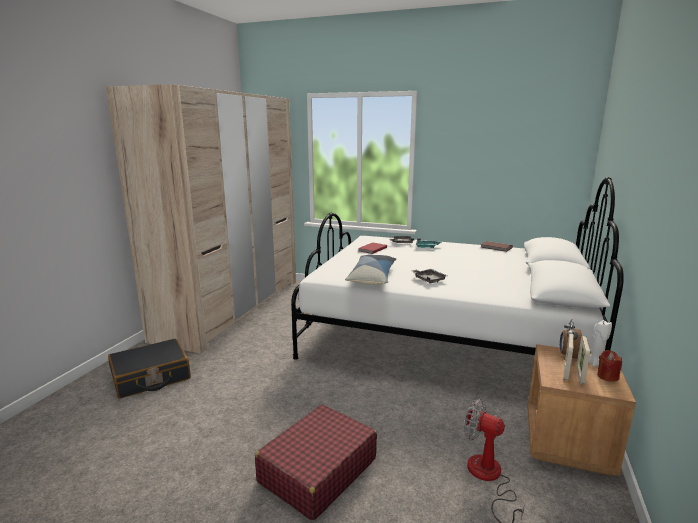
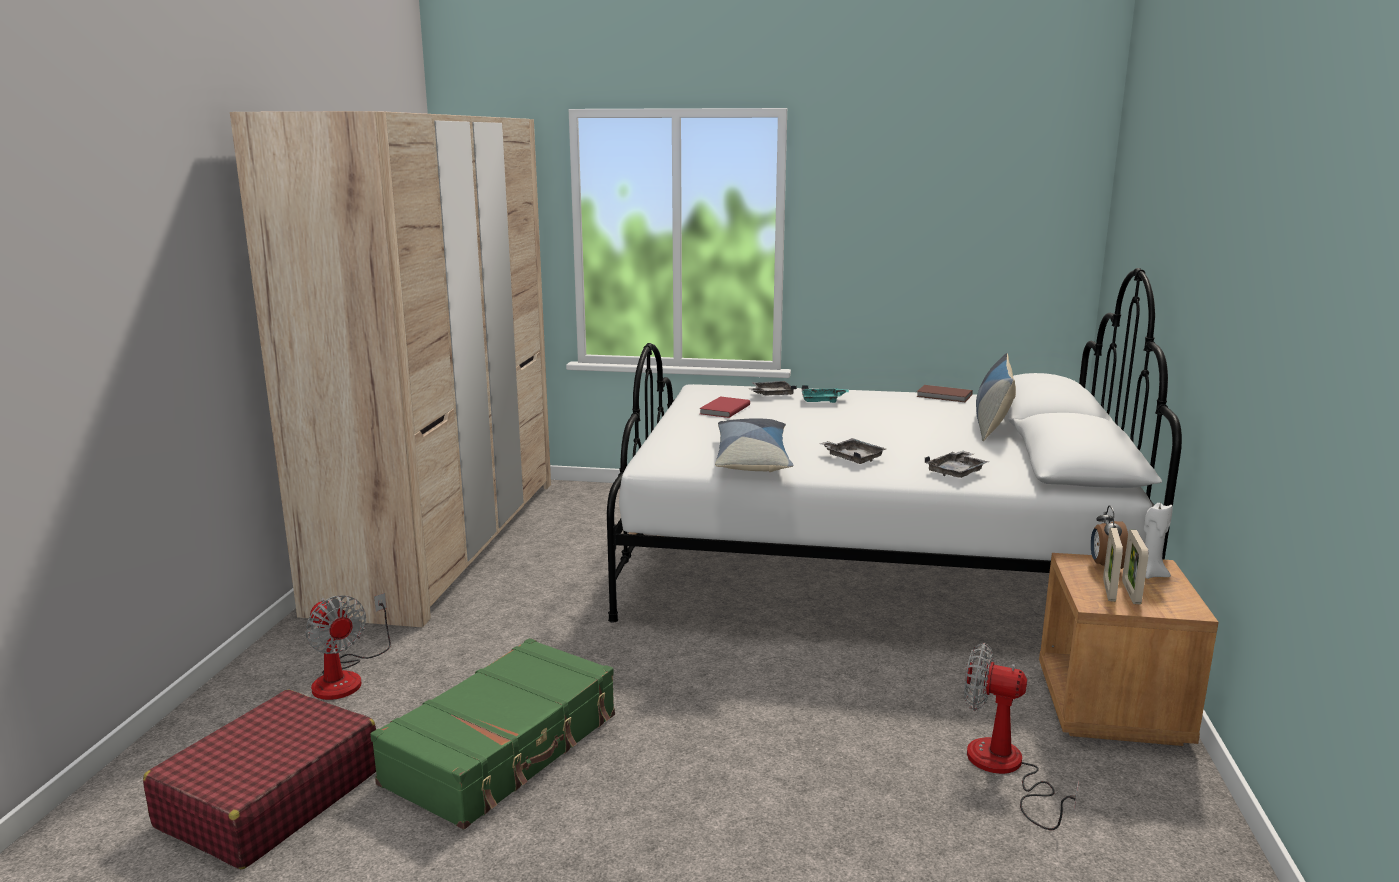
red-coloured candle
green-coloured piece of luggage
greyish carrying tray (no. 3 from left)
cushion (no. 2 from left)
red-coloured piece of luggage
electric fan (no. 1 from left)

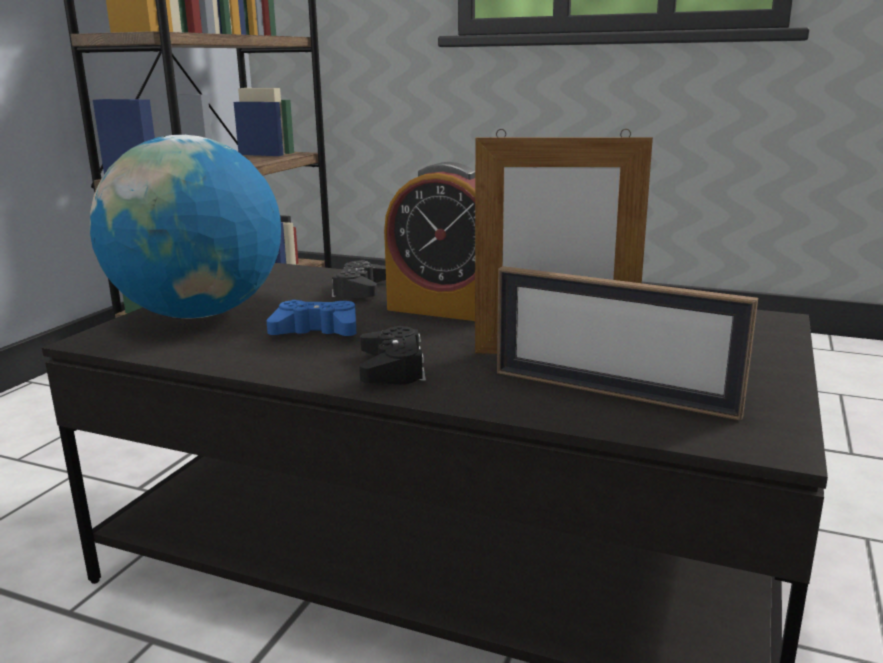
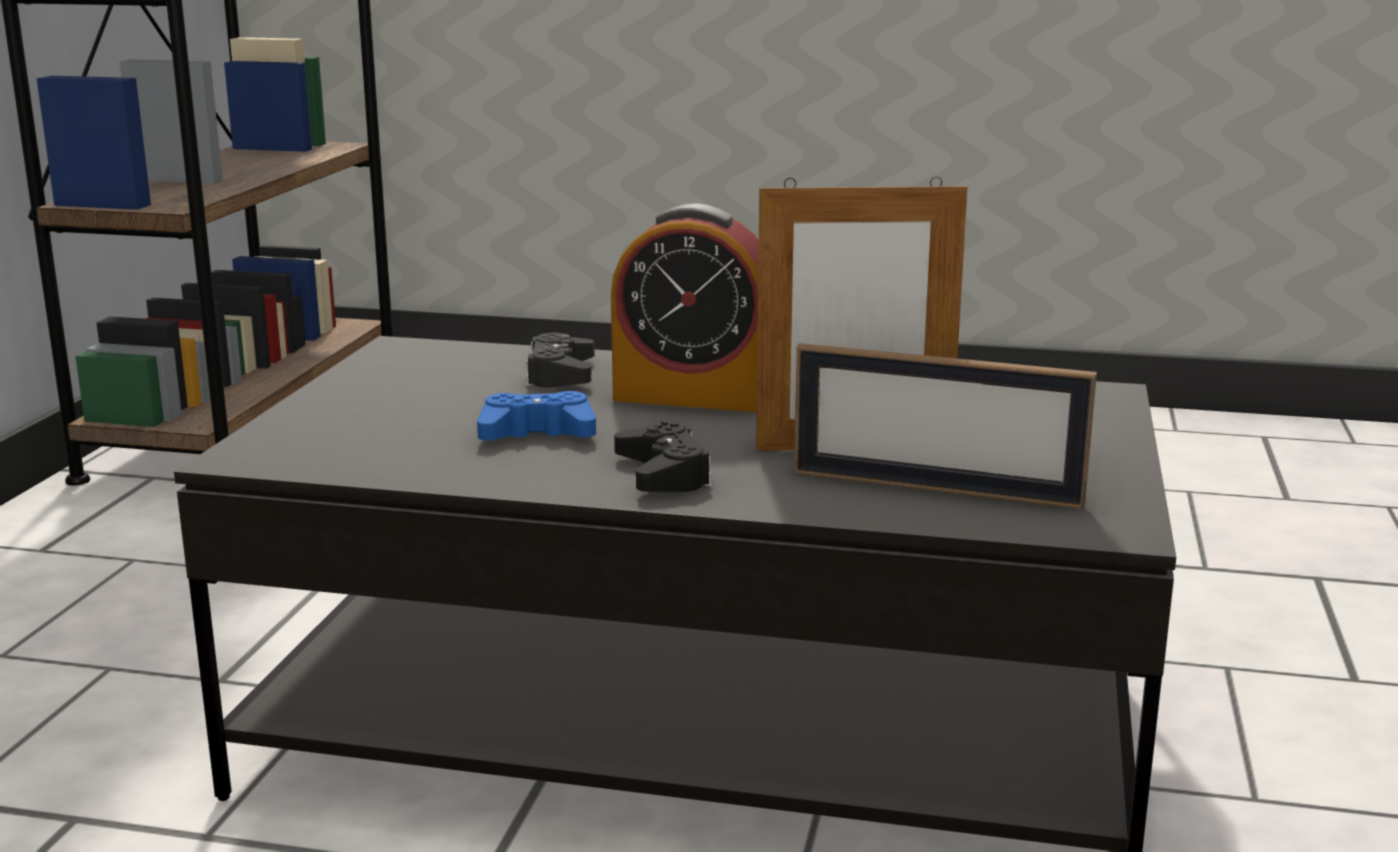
desk globe

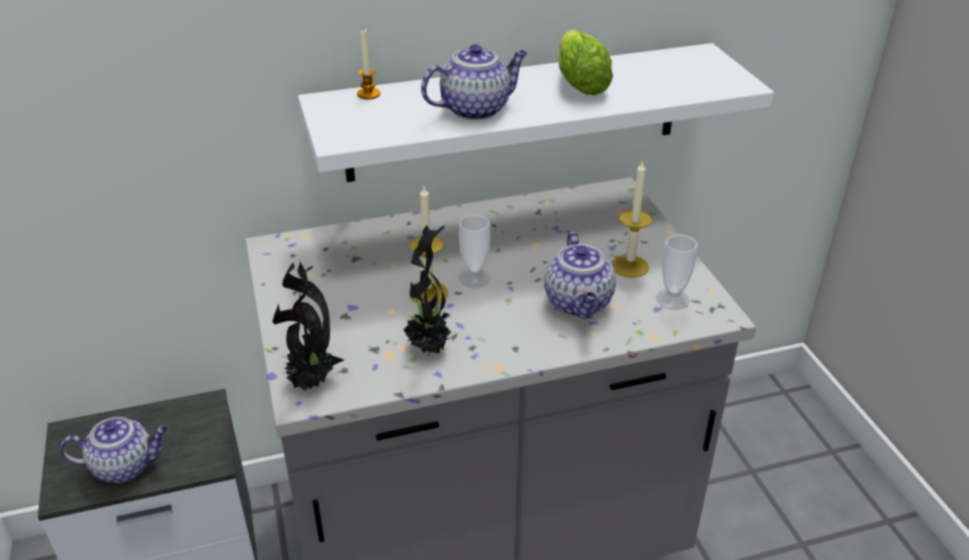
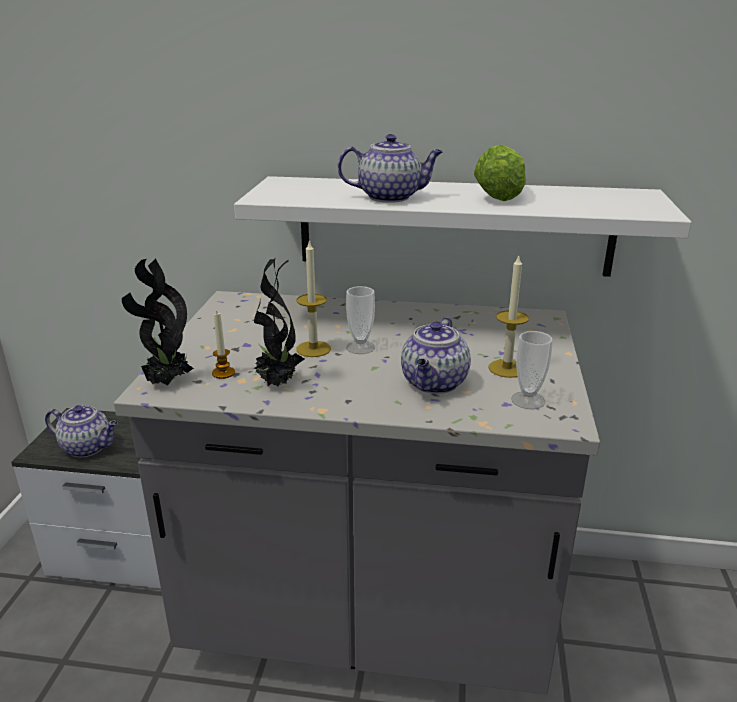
candle (no. 1 from left)

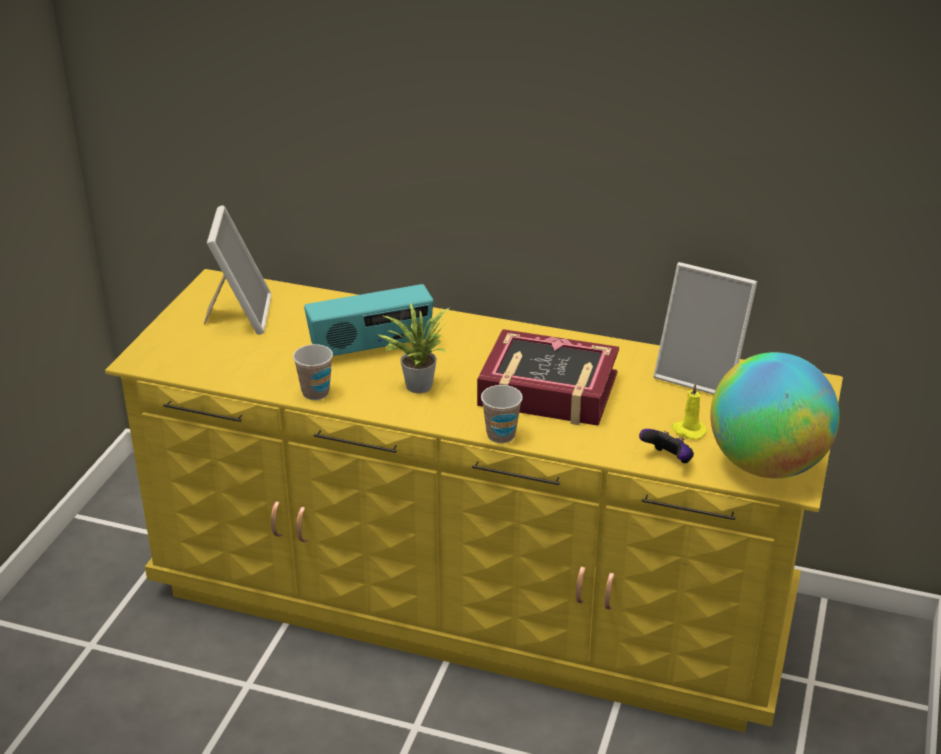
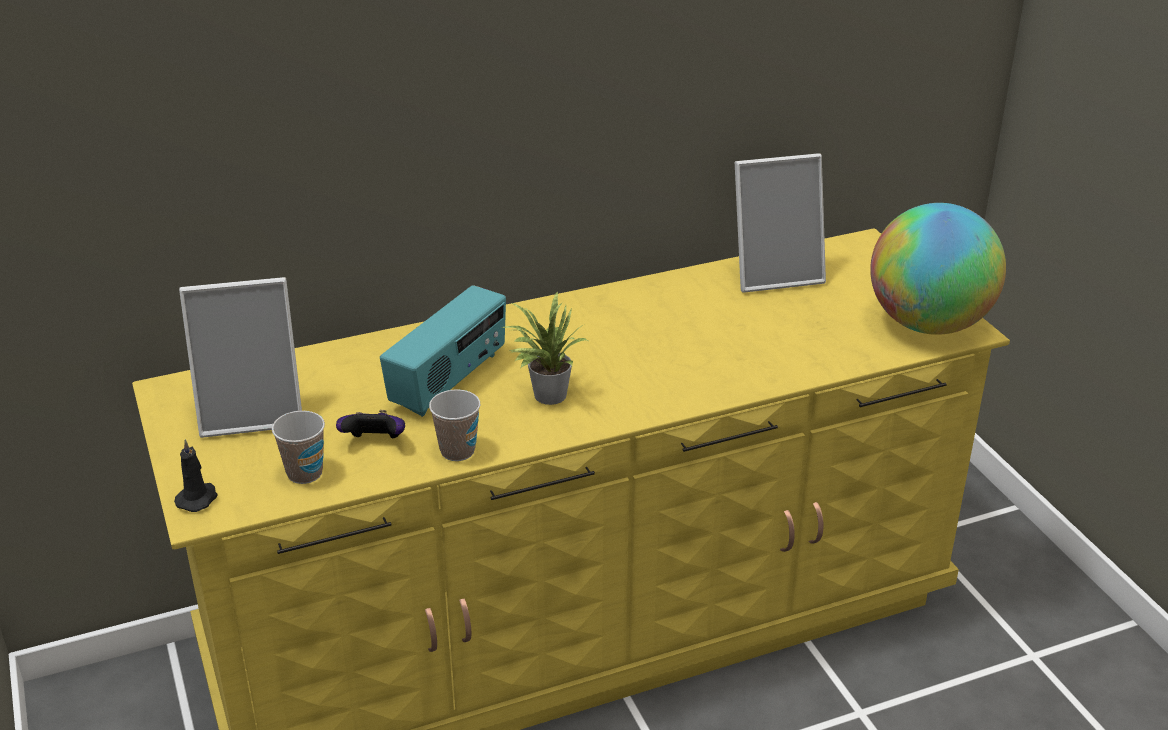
bound book
yellowish candle
blackish candle
small cup (no. 1 from left)
game controller
photo frame (no. 1 from left)

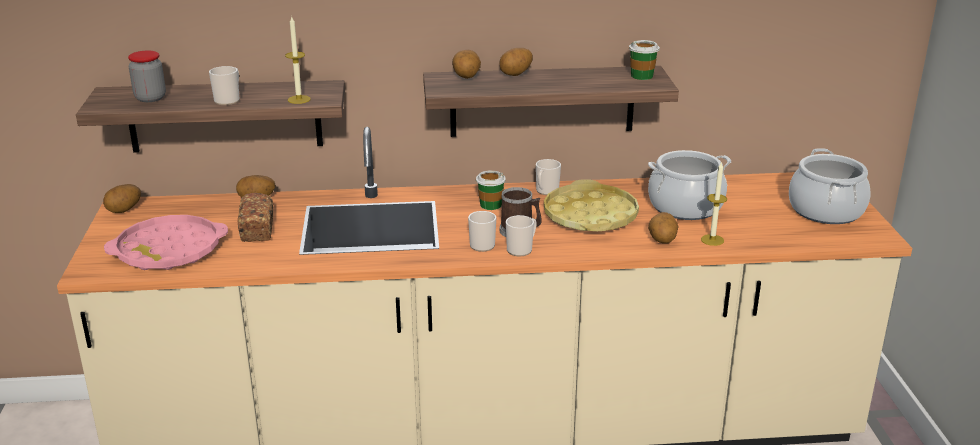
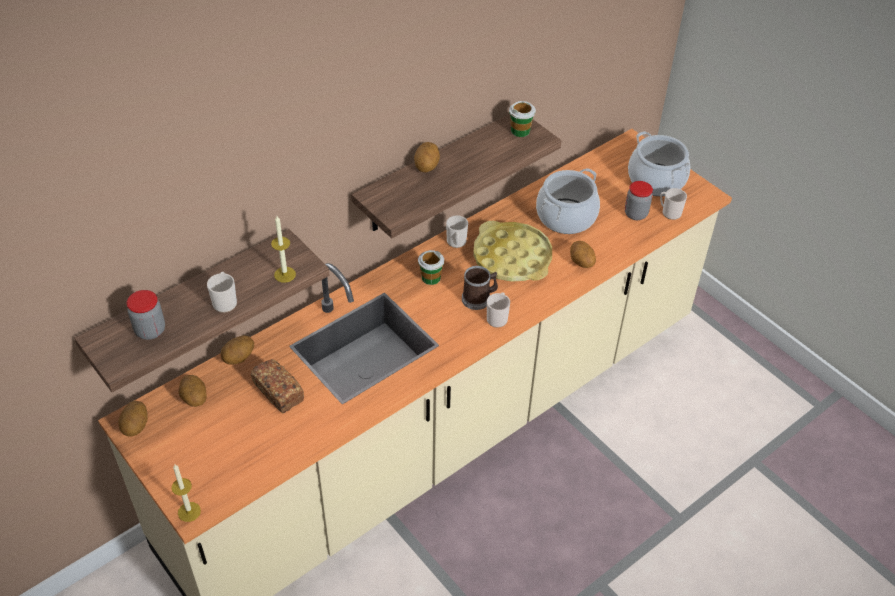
pink-coloured carrying tray
storage jar (no. 2 from left)
whole potato (no. 2 from left)
mug (no. 5 from left)
candle (no. 1 from left)

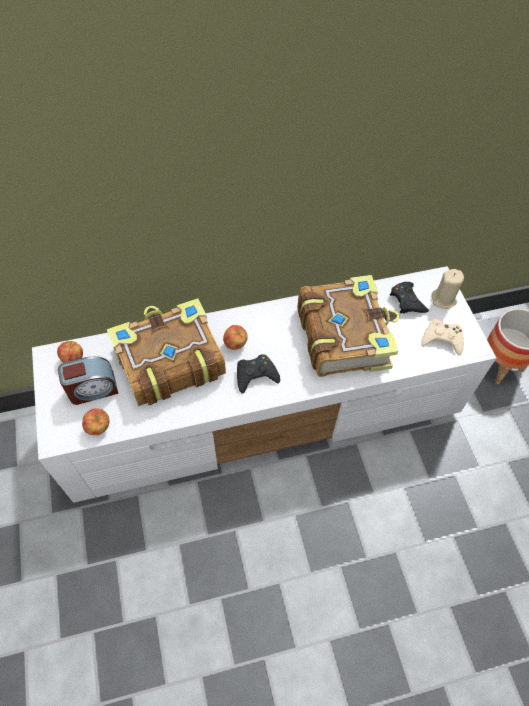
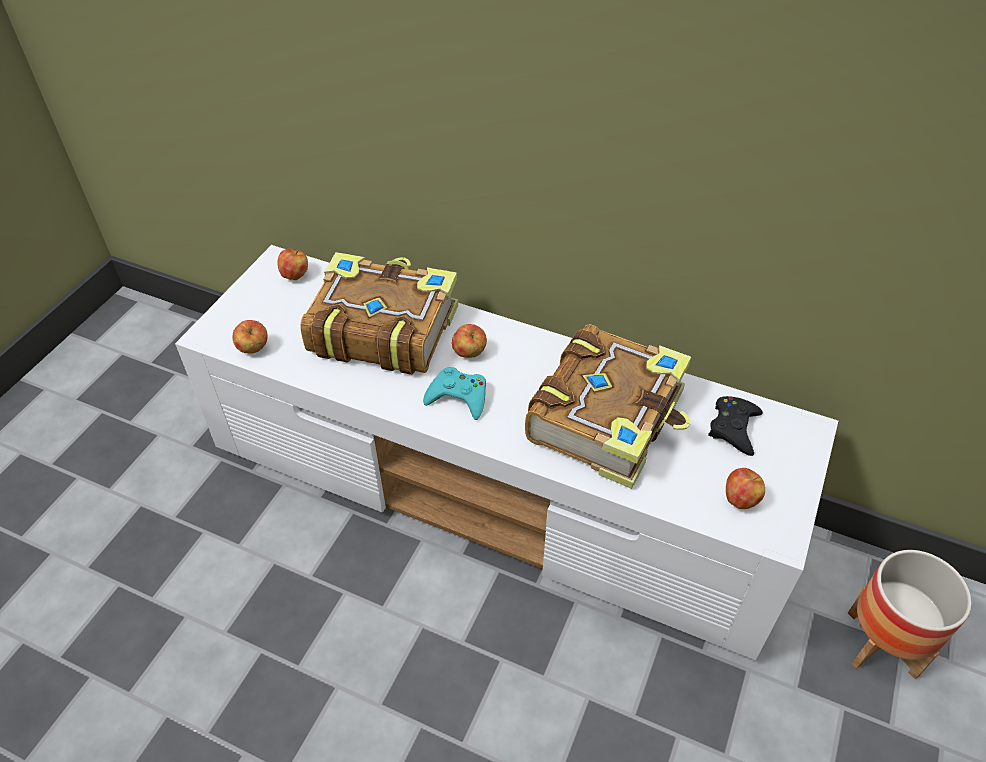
table clock
sand-coloured candle
apple fruit (no. 4 from left)
turquoise game controller

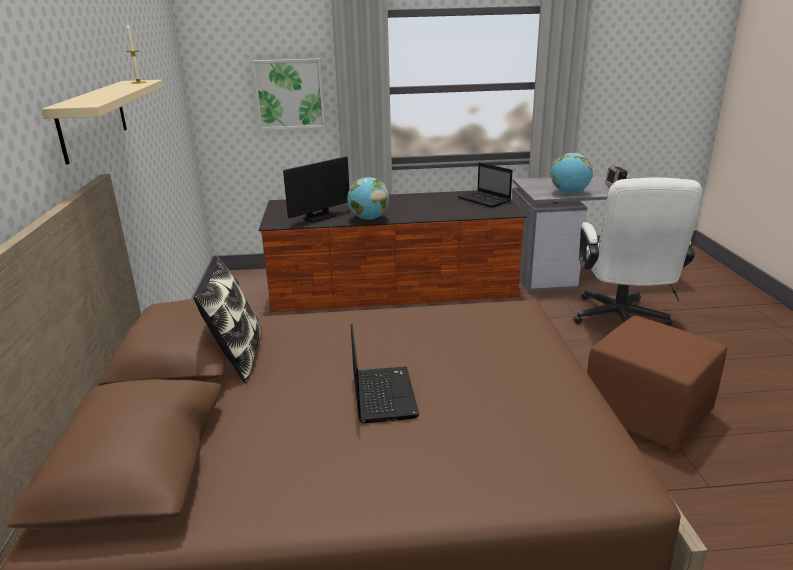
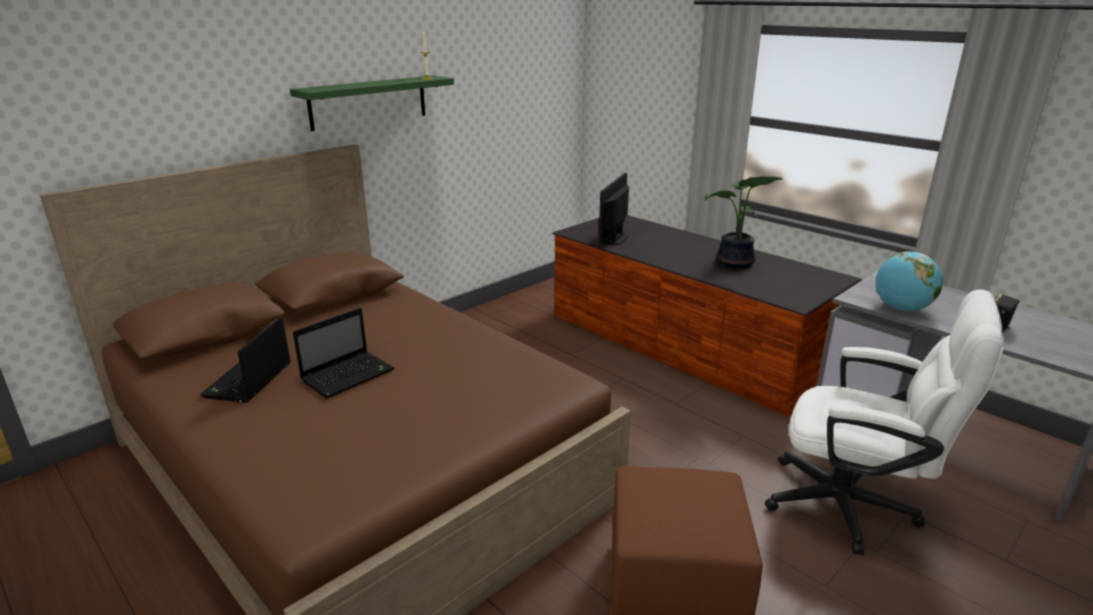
cushion
picture
desk globe (no. 1 from left in the first image)
plant in a pot
notebook computer (no. 1 from left)
green-coloured shelf
monitor
white-coloured office chair

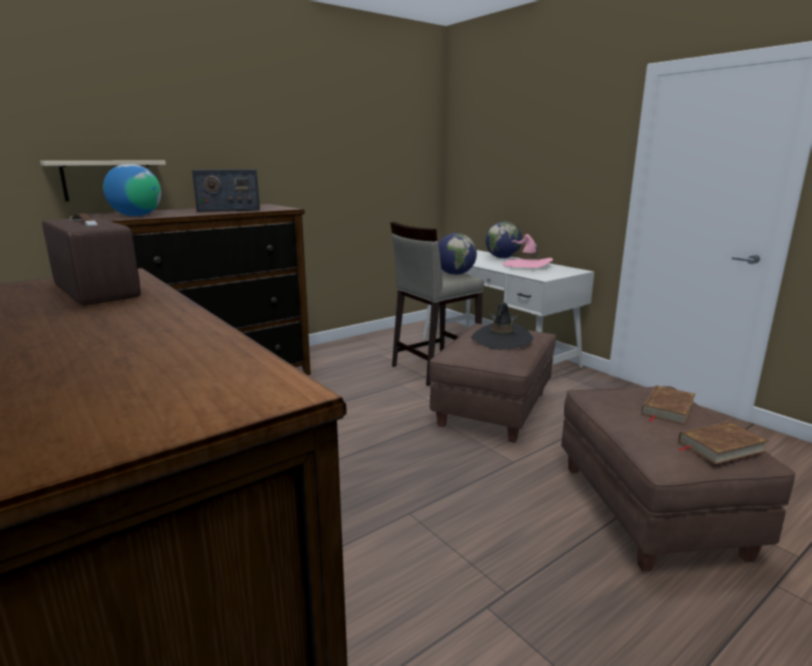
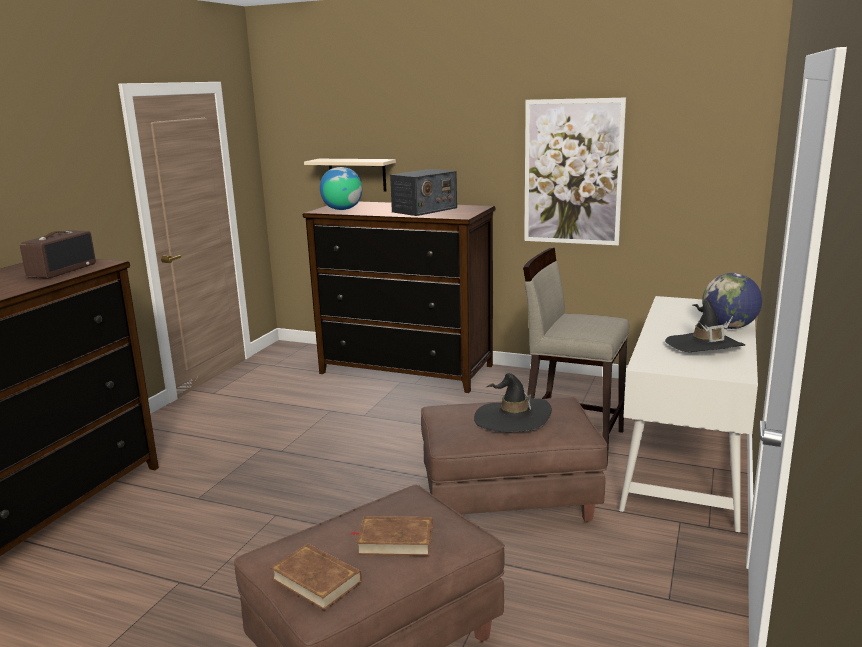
desk globe (no. 2 from left in the first image)
picture
blackish hat (no. 2 from left)
radio set (no. 2 from left)

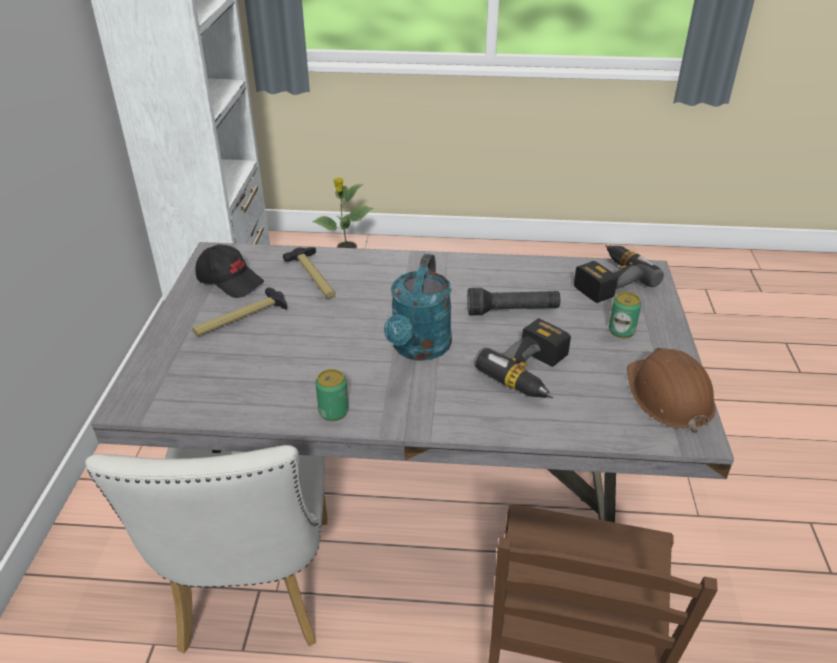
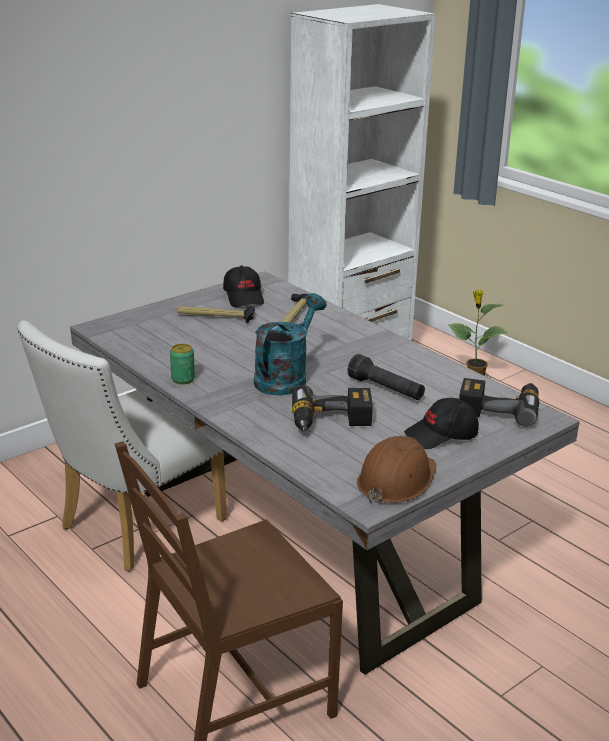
blackish peaked cap (no. 2 from left)
turquoise watering pot

